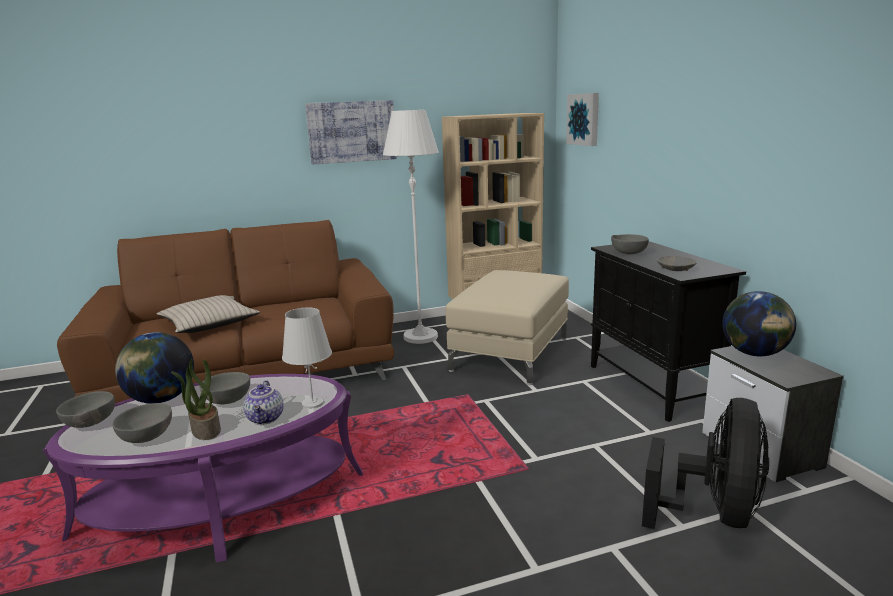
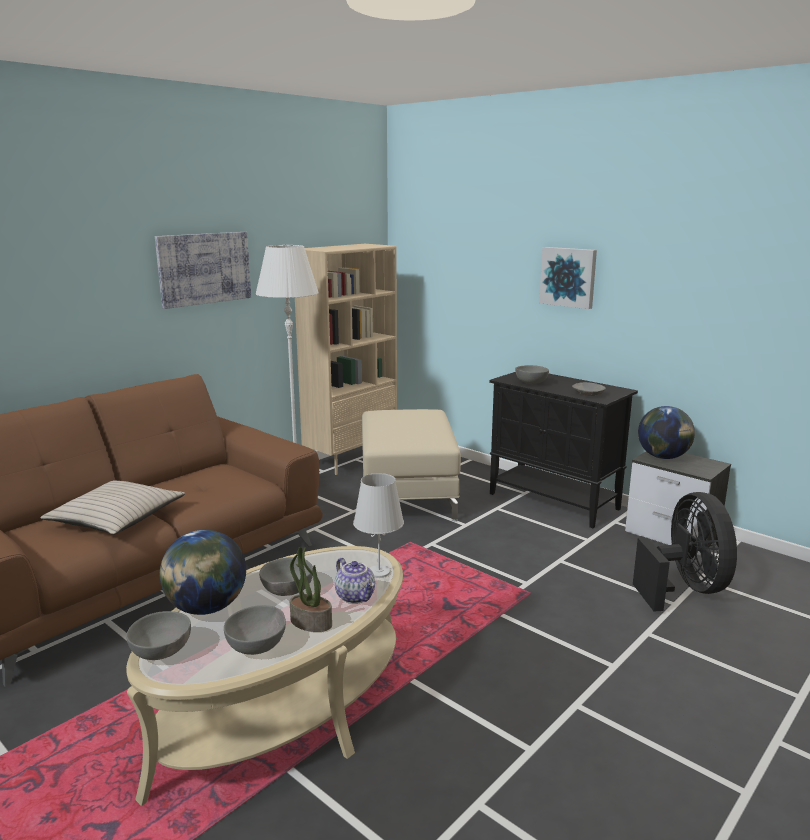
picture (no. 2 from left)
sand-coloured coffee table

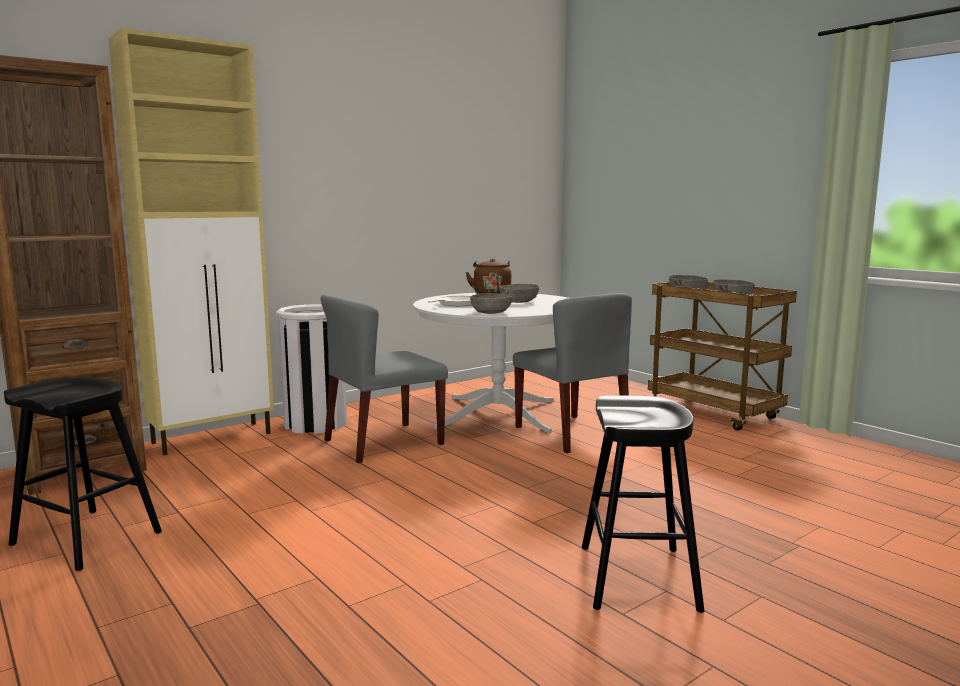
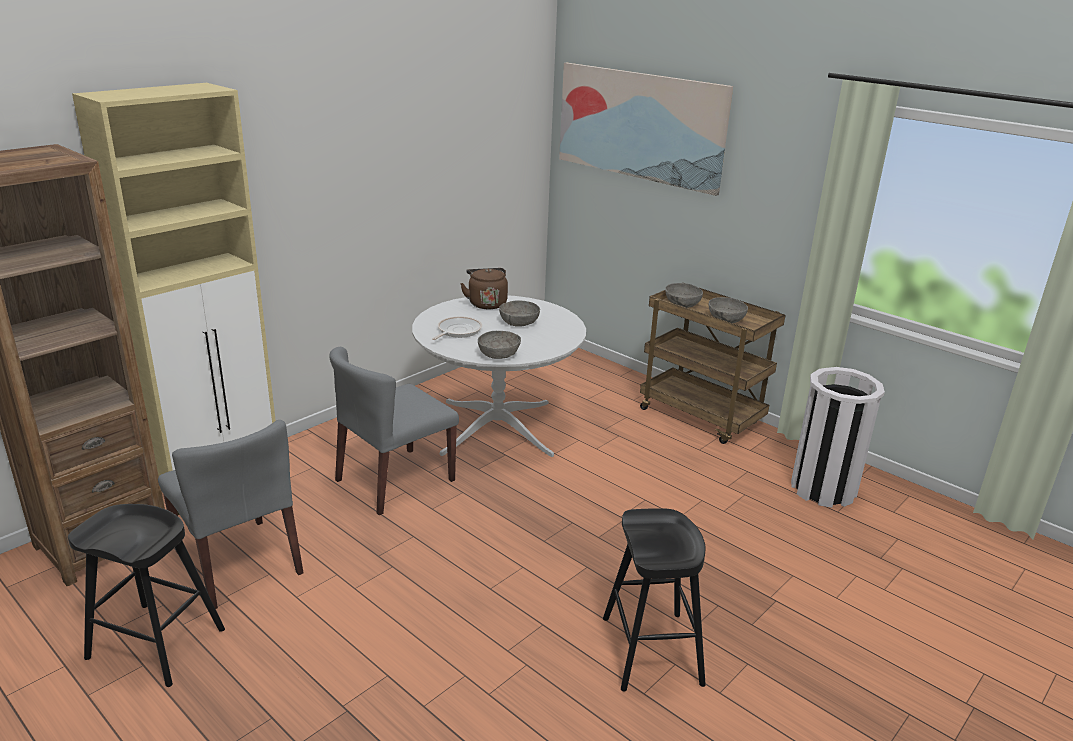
picture
white-coloured waste bin
greyish chair (no. 1 from left)

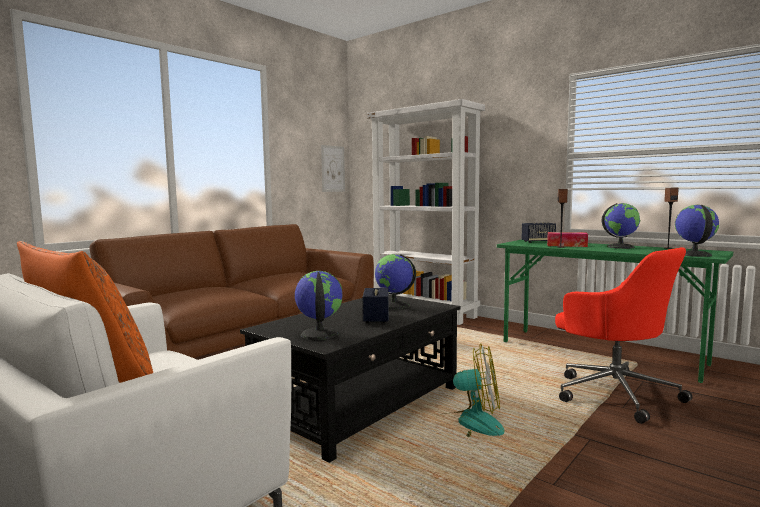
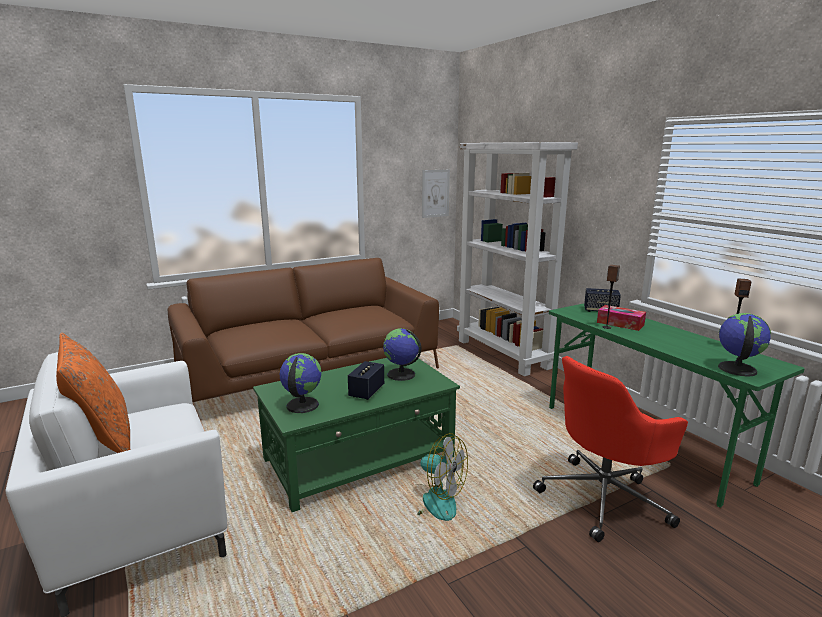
desk globe (no. 3 from left in the first image)
green-coloured coffee table
red-coloured office chair

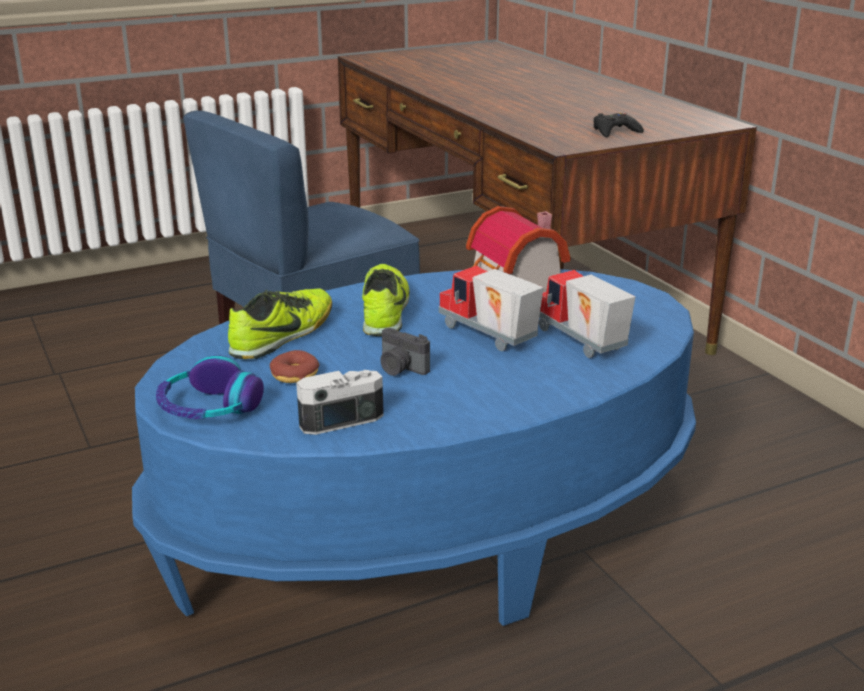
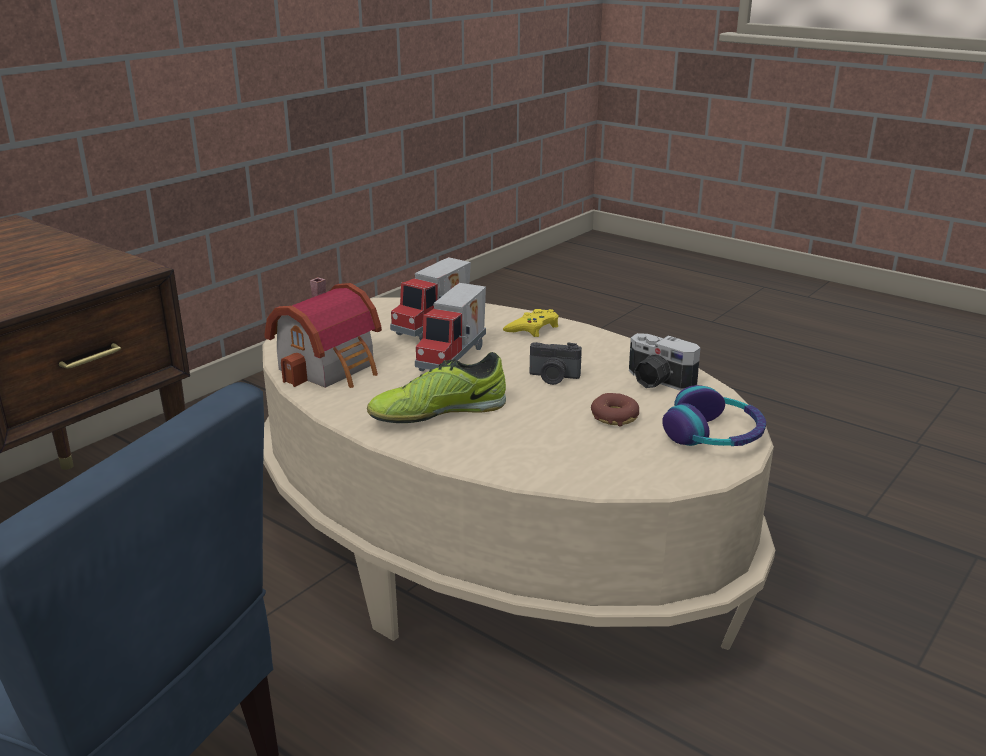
low shoe (no. 1 from left in the first image)
blackish game controller
yellowish game controller
sand-coloured coffee table
still camera (no. 1 from left)

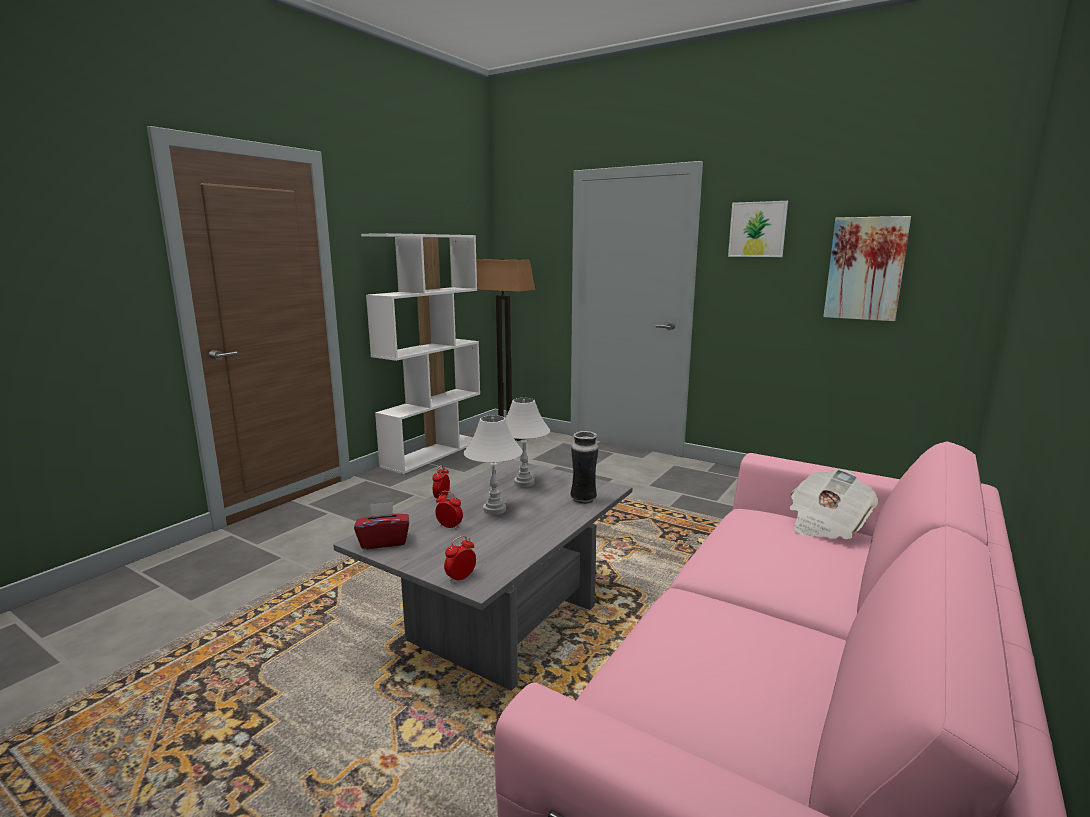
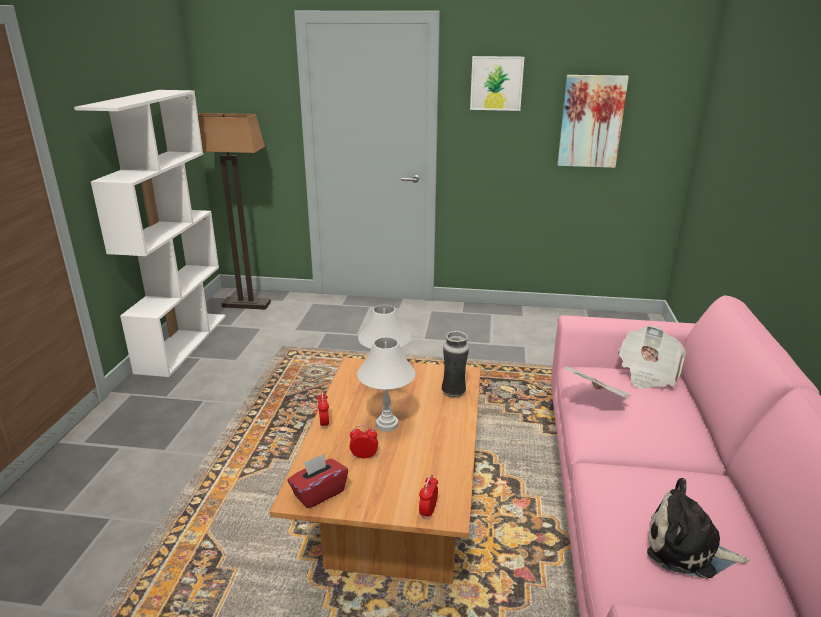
printed paper (no. 1 from left)
cuddly toy
brown-coloured coffee table

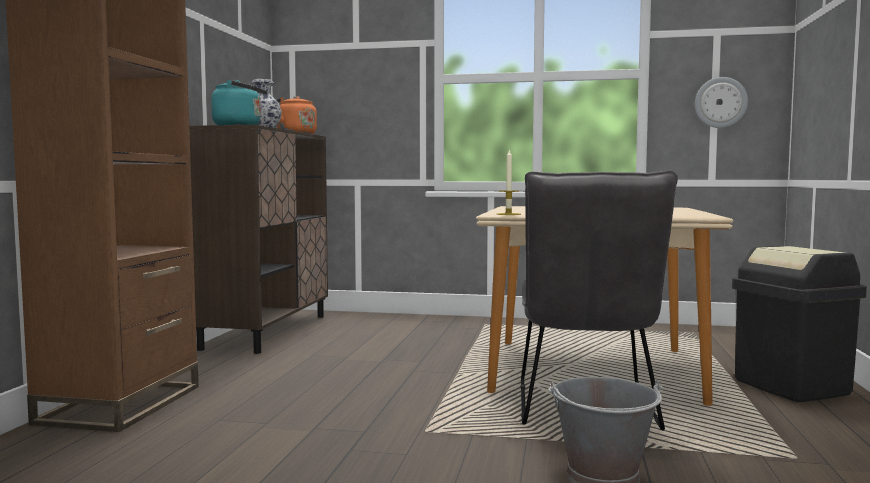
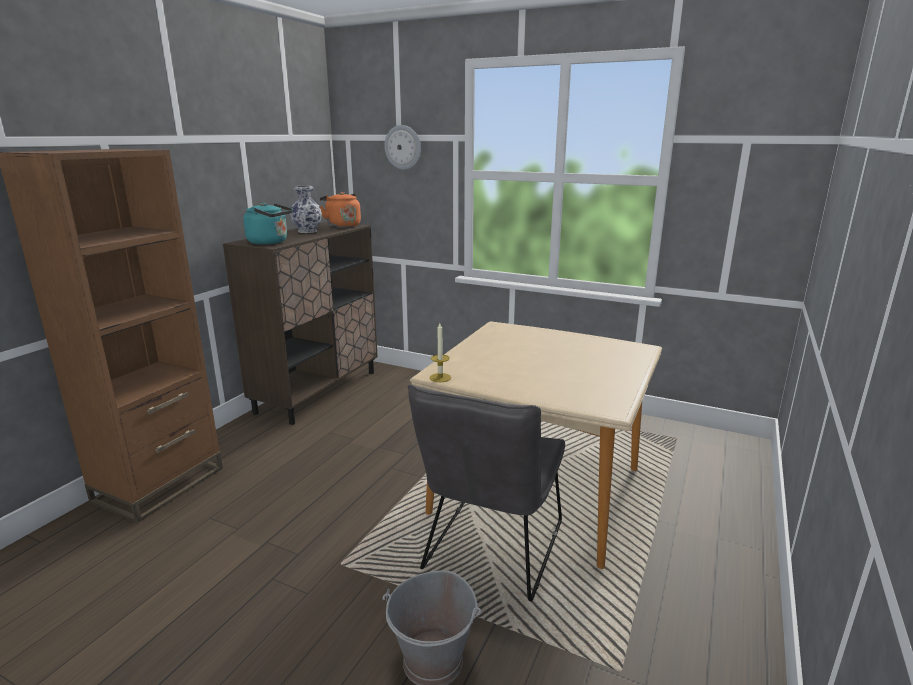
blackish waste bin
wall clock

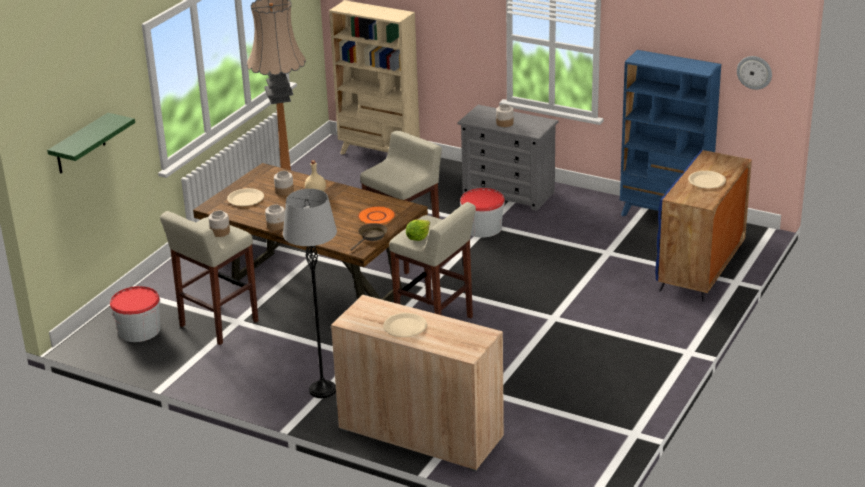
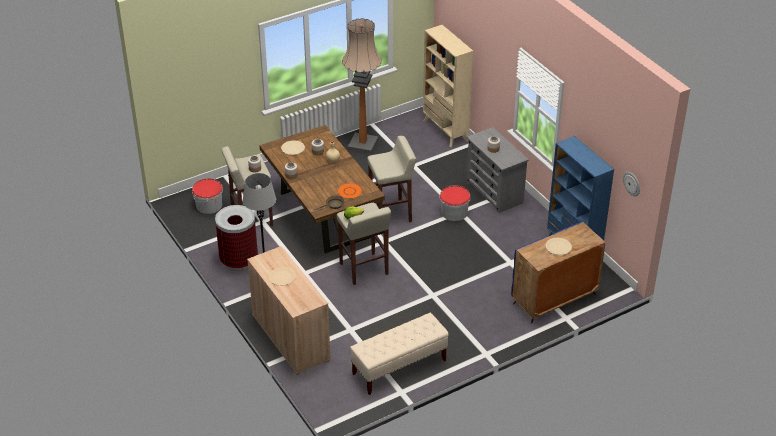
green-coloured shelf
waste bin
sand-coloured bench

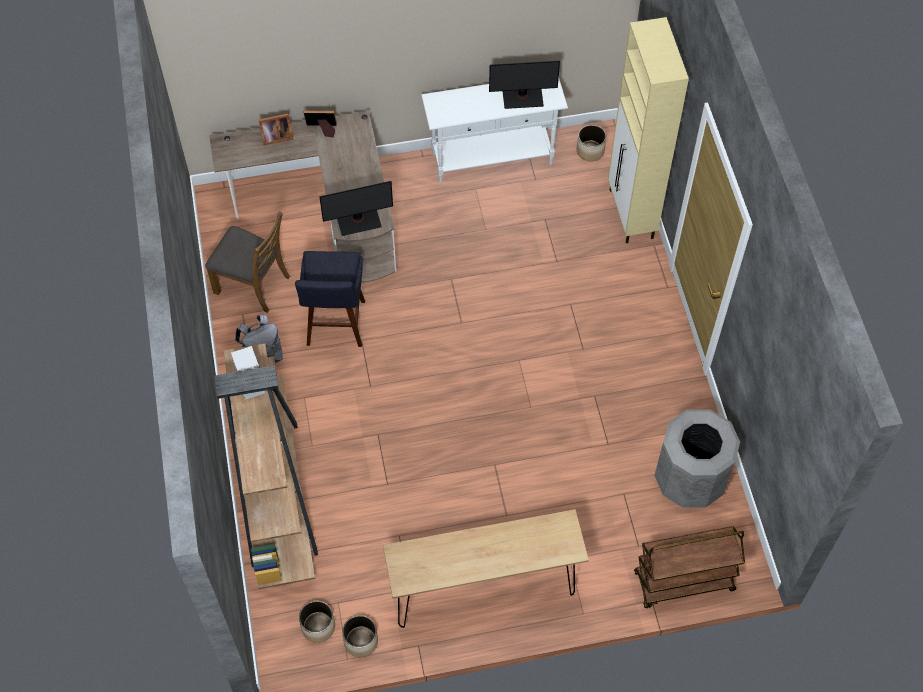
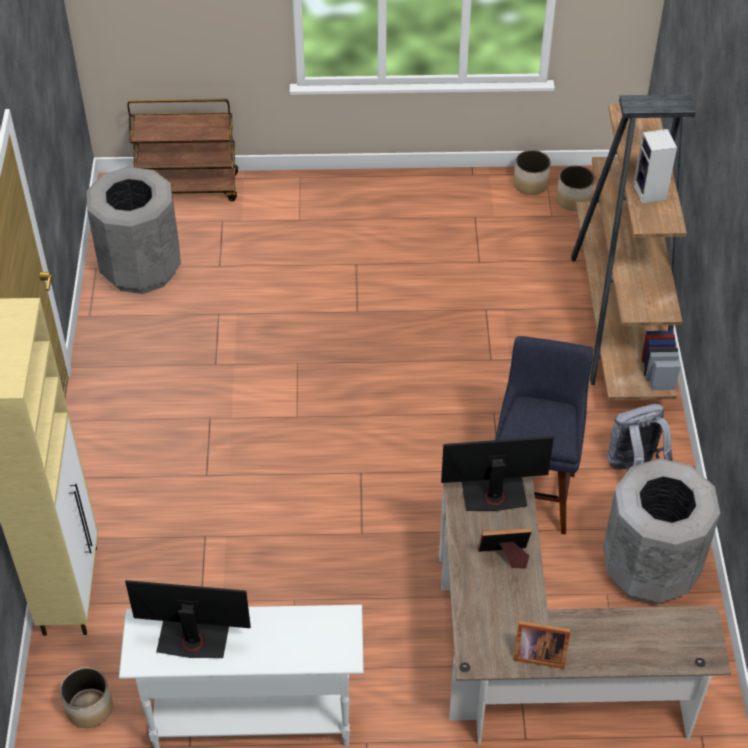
brown-coloured narrow table
photo frame (no. 1 from left)
greyish waste bin (no. 2 from left)

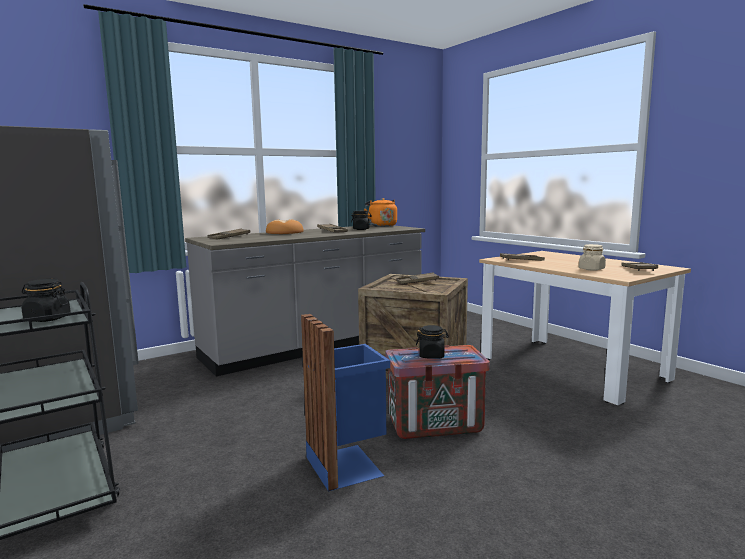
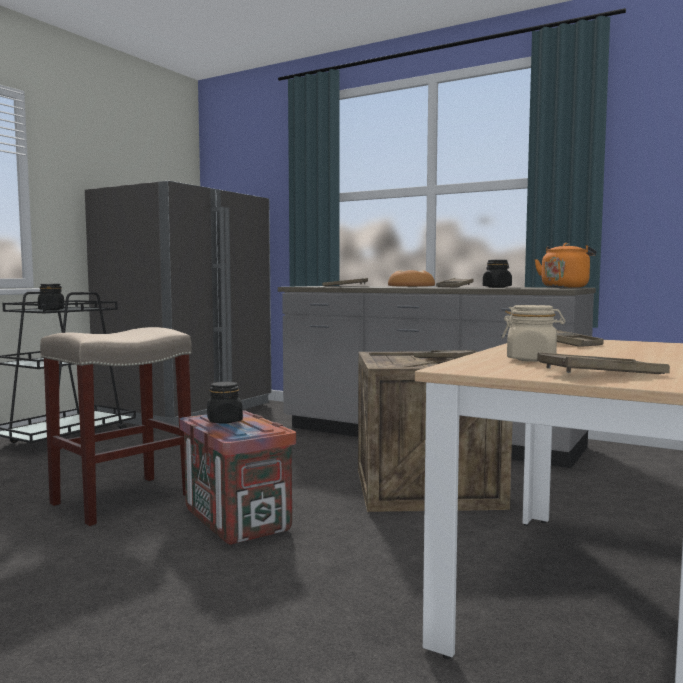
sand-coloured sitting stool

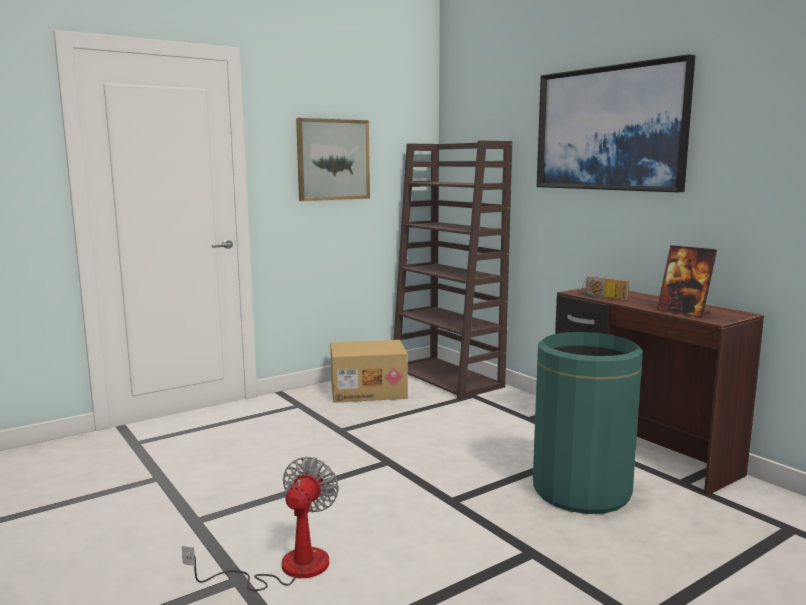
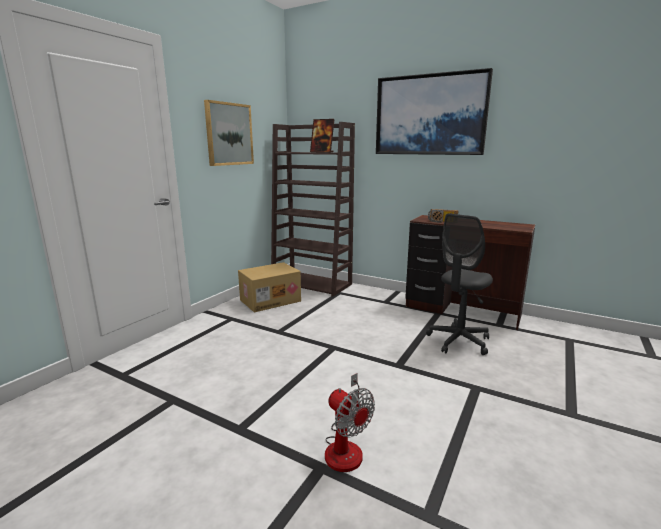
photo frame
greyish office chair
electric fan

